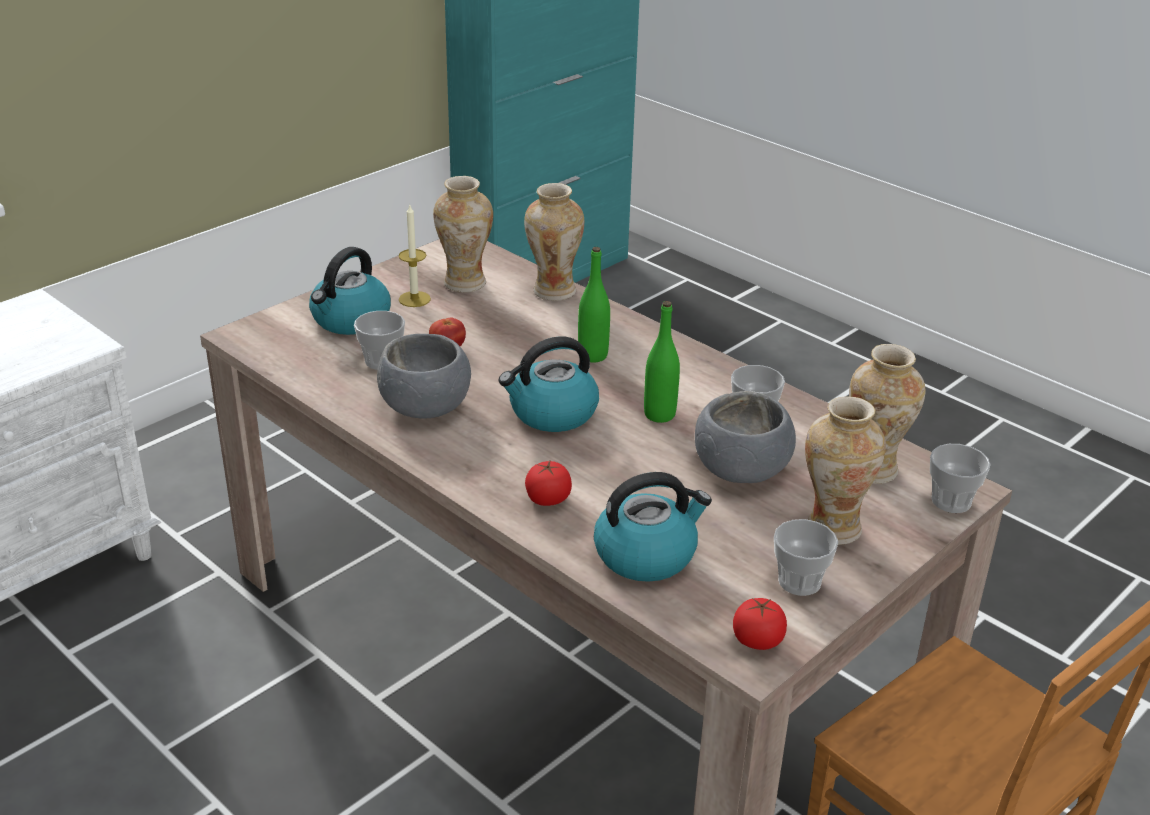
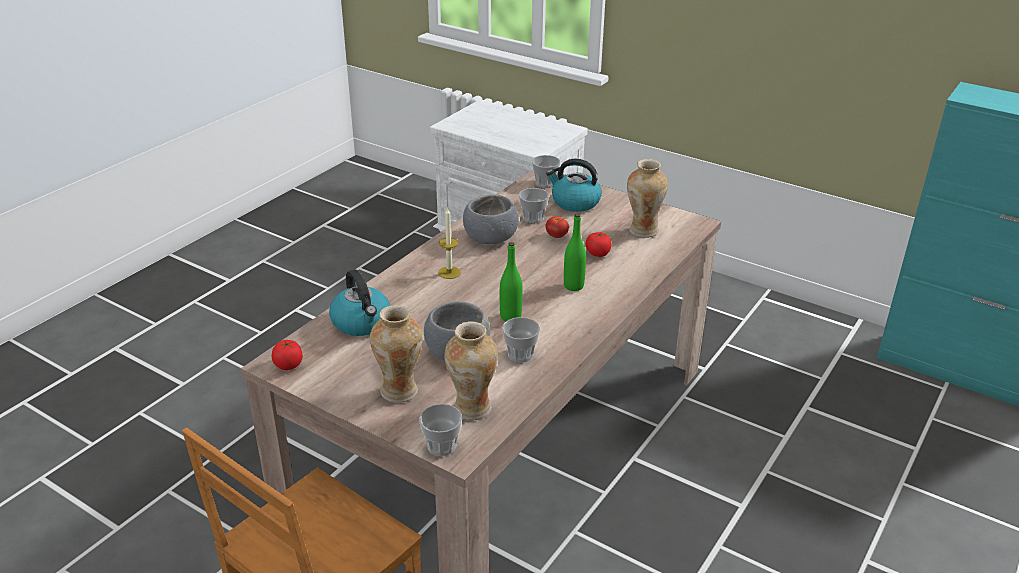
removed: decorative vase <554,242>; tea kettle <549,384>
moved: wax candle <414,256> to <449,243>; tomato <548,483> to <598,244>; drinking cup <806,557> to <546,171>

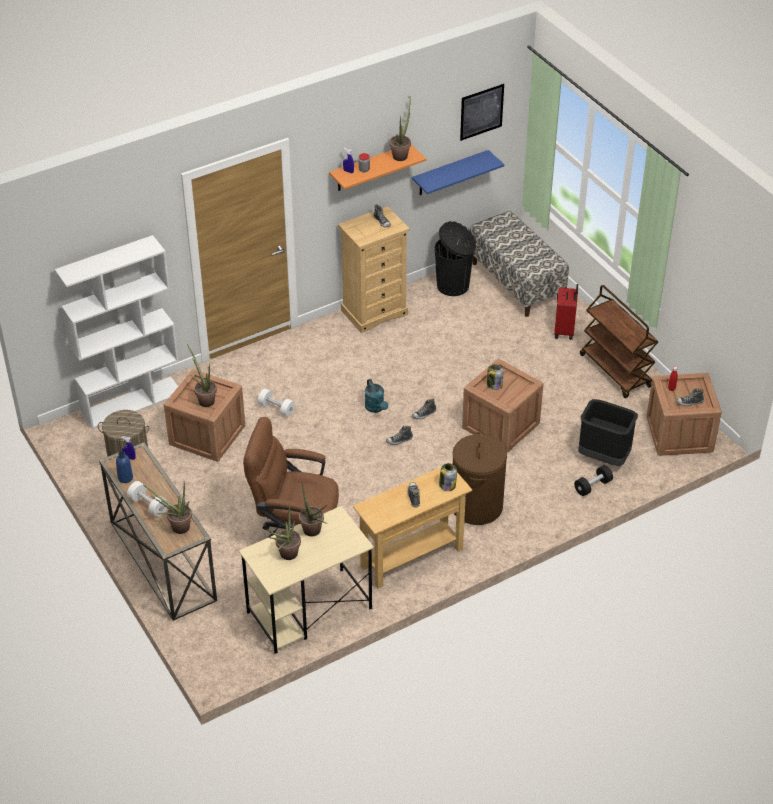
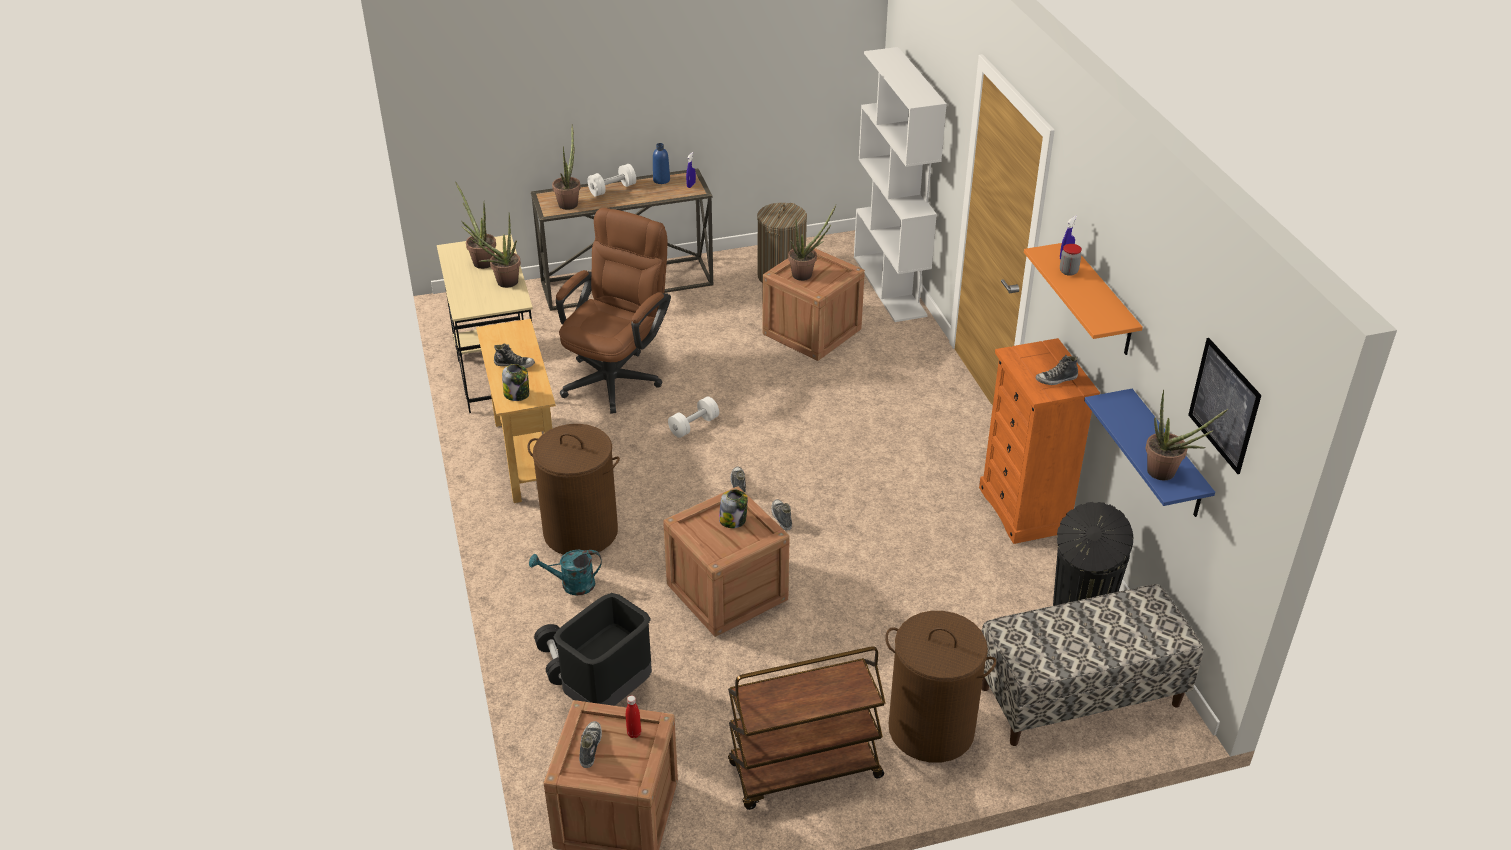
moved: houseplant <400,129> to <1187,435>; turquoise watering pot <376,396> to <565,573>; whitish dumbbell <276,403> to <693,417>
replaced: reddish travel case <566,312> to brown-coloured laundry basket <940,687>
recoloured: beige drawer chest <374,269> to orange-coloured drawer chest <1039,441>

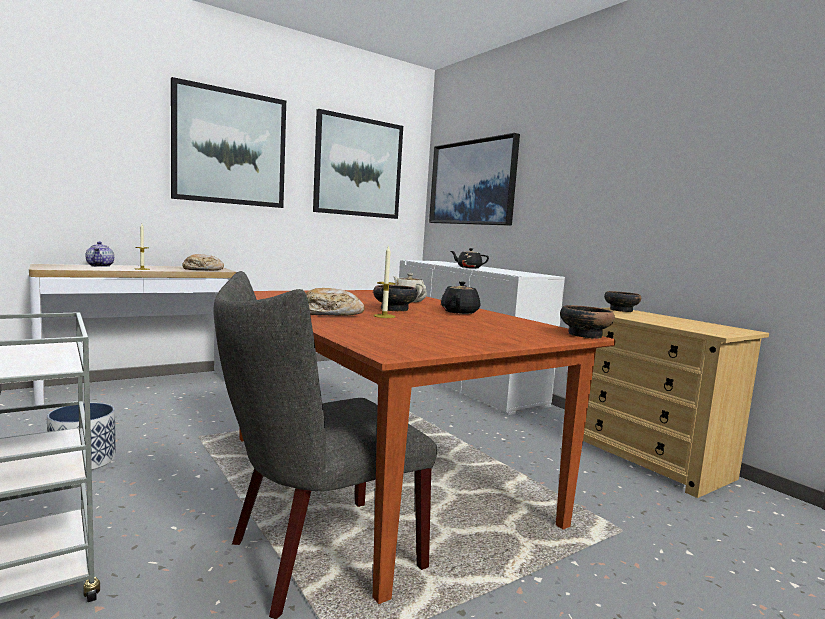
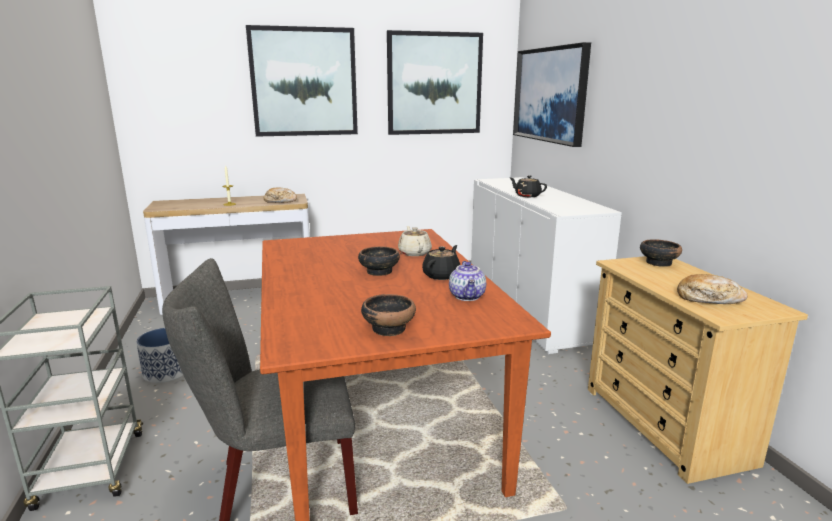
removed: wax candle <385,281>
moved: pot for tea <100,254> to <467,281>; bakery bread <335,302> to <712,289>; bowl <587,322> to <388,315>

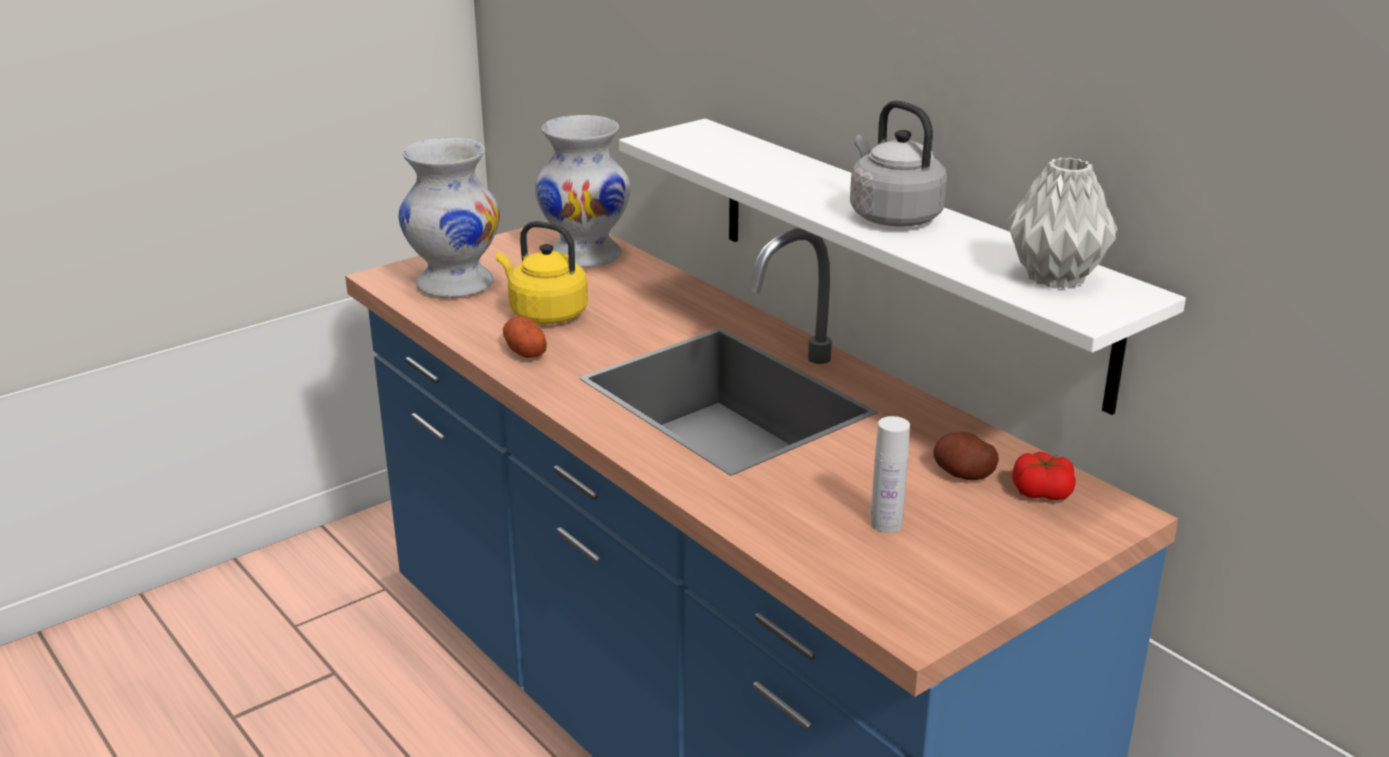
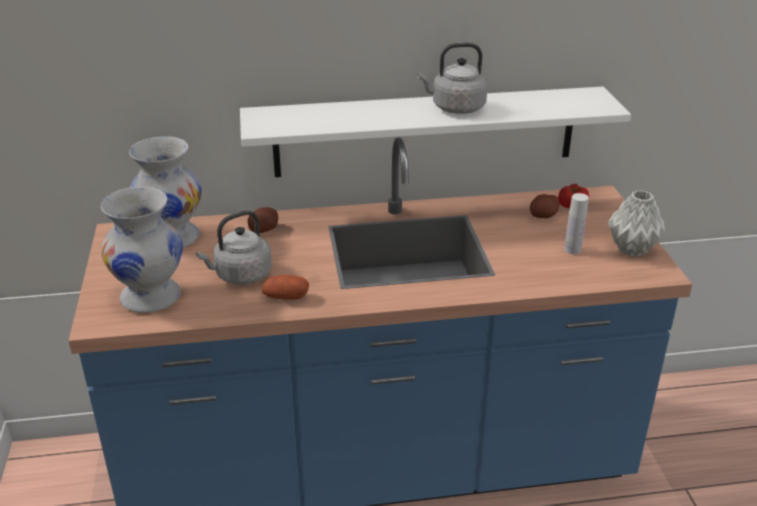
added: spud <263,220>
moved: greyish decorative vase <1062,223> to <636,223>
recoloured: yellow tea kettle <542,272> to greyish tea kettle <234,247>

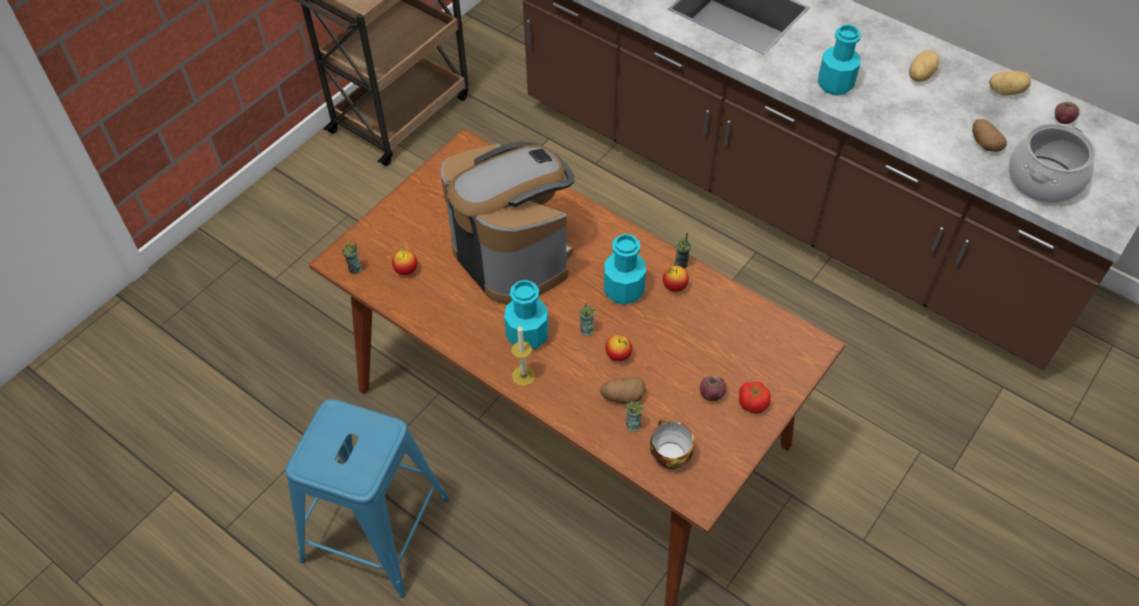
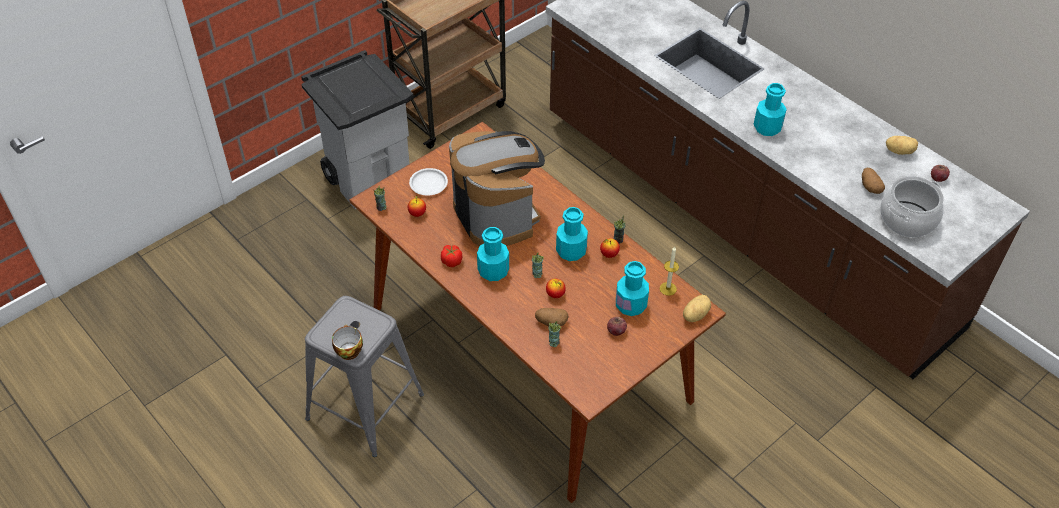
added: greyish waste bin <357,129>; whitish dinner plate <428,181>; turquoise drink bottle <632,288>
moved: spud <924,66> to <697,308>; wax candle <523,356> to <669,271>; tomato <755,397> to <451,256>; drinking cup <672,444> to <347,342>
recoloured: blue-coloured sitting stool <367,498> to greyish sitting stool <364,376>

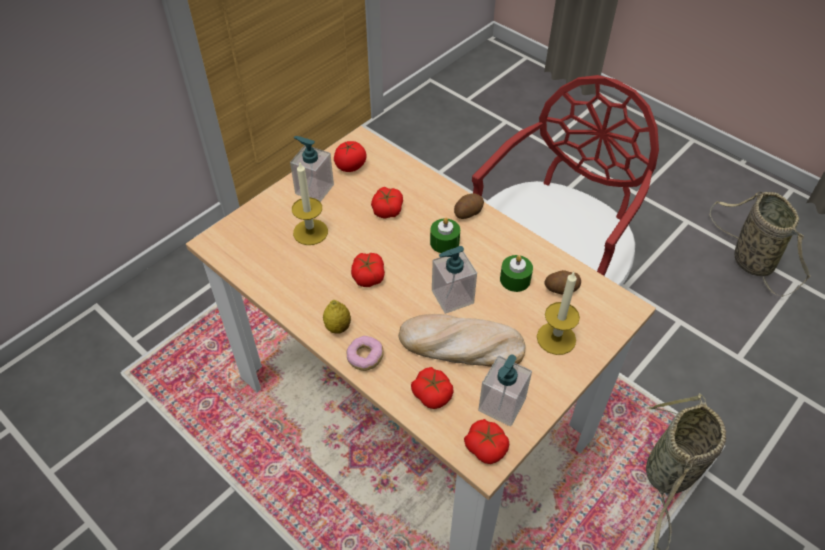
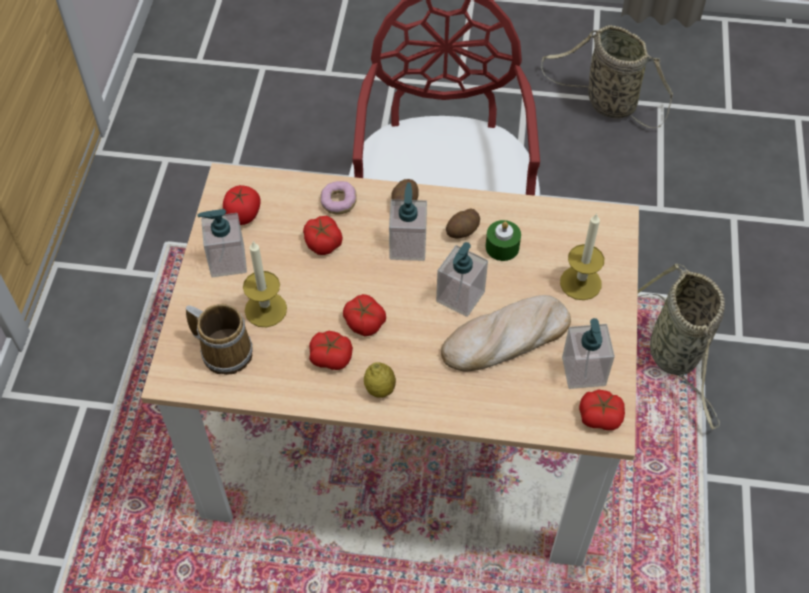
added: mug <219,339>
moved: spud <562,282> to <463,223>; donut <365,353> to <339,198>; tomato <432,388> to <331,350>
replaced: green-coloured wax candle <445,235> to soap dispenser <408,222>

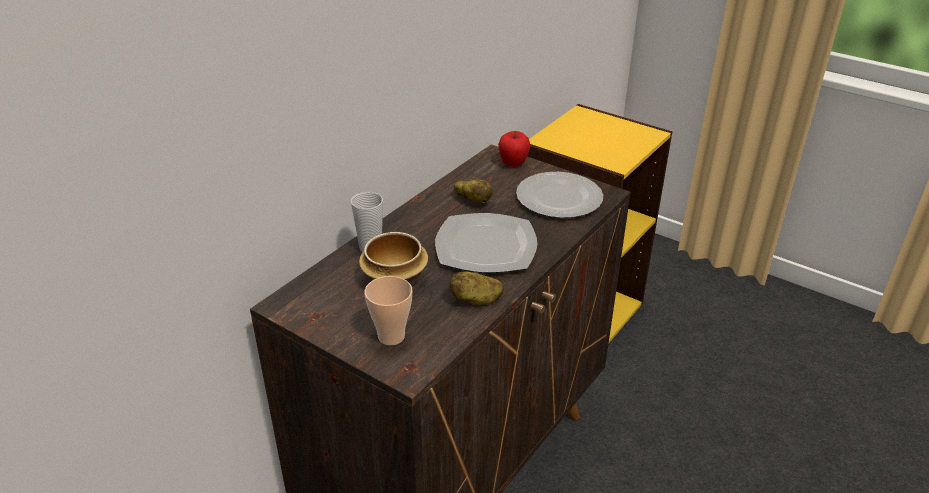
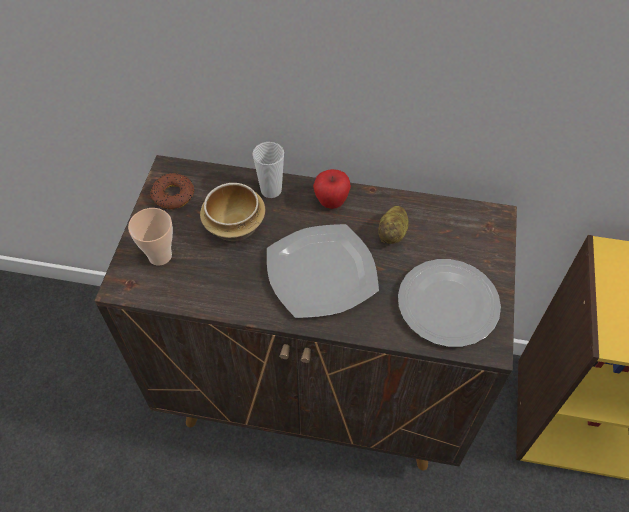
removed: spud <476,288>
added: donut <172,191>
moved: apple fruit <514,149> to <332,189>

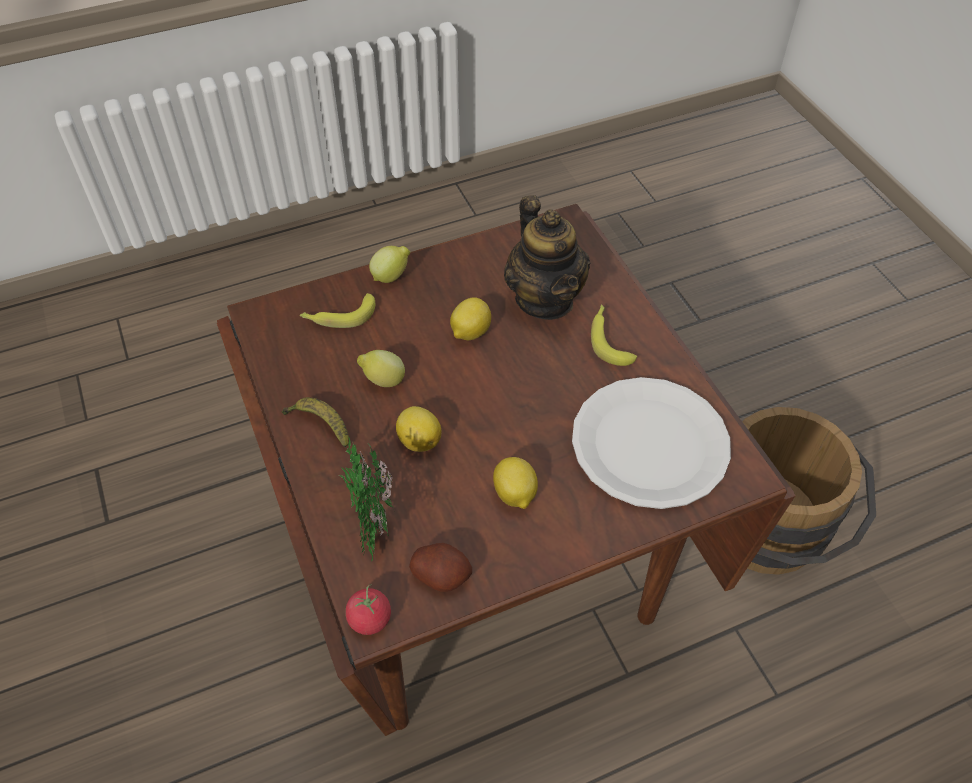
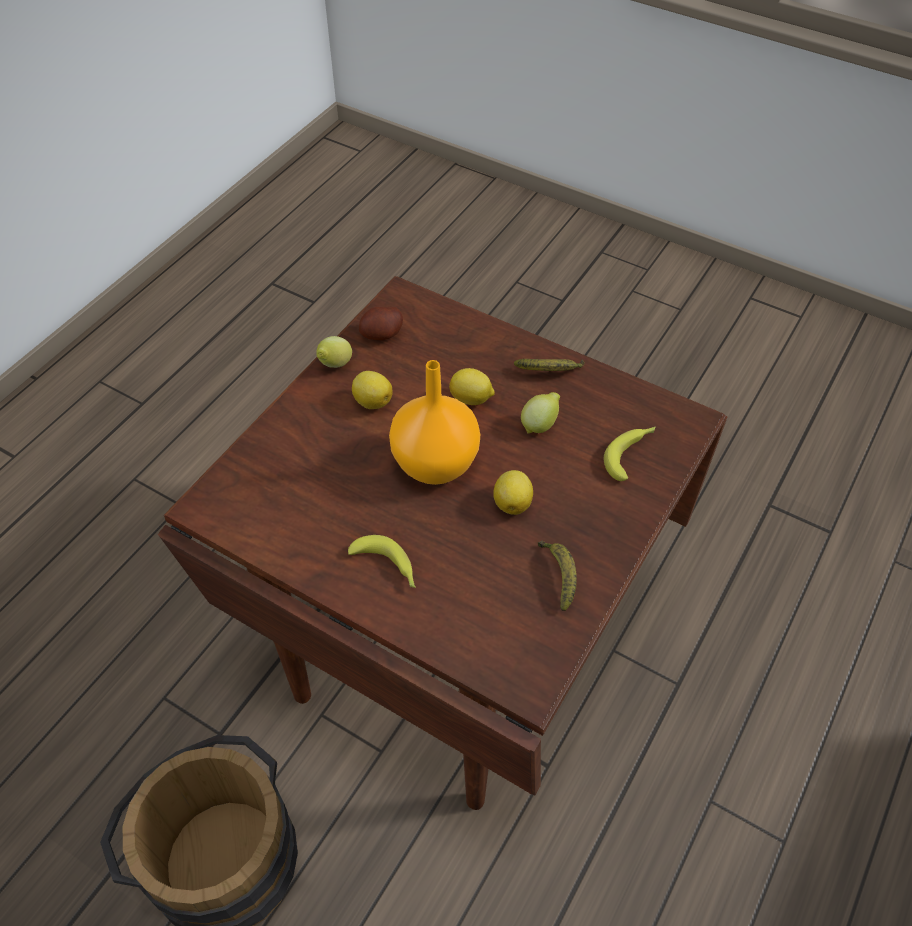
removed: pot for tea <547,257>; whitish dinner plate <651,443>; houseplant <367,499>; tomato <368,609>
added: orange-coloured decorative vase <434,422>; banana fruit <557,575>
moved: lemon <389,264> to <334,352>

